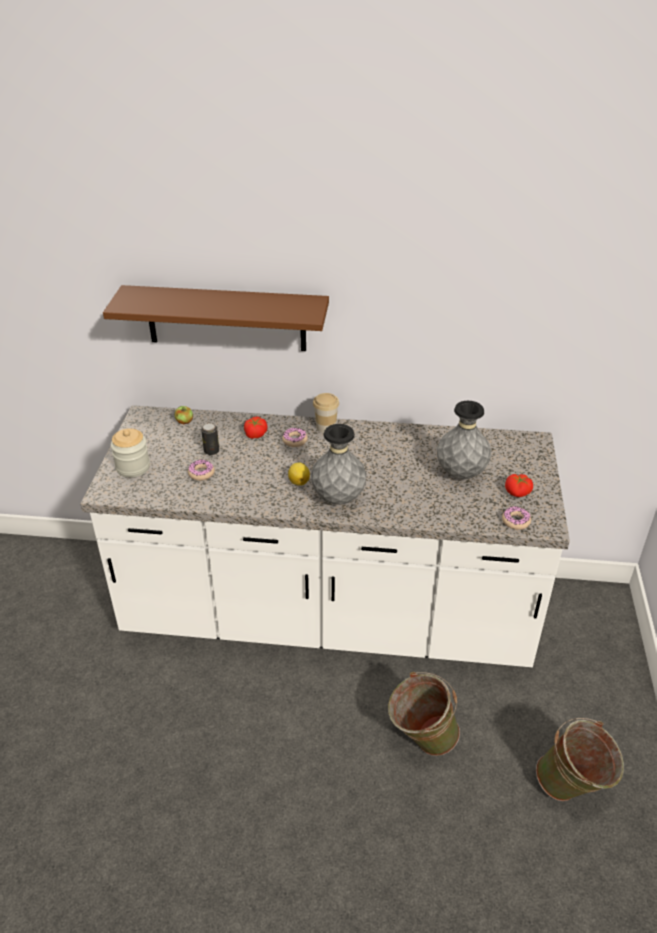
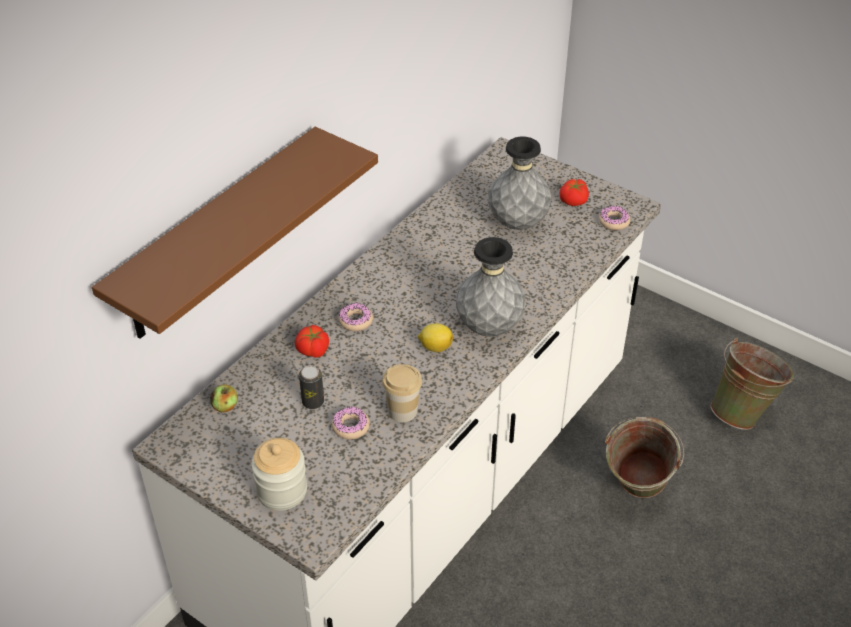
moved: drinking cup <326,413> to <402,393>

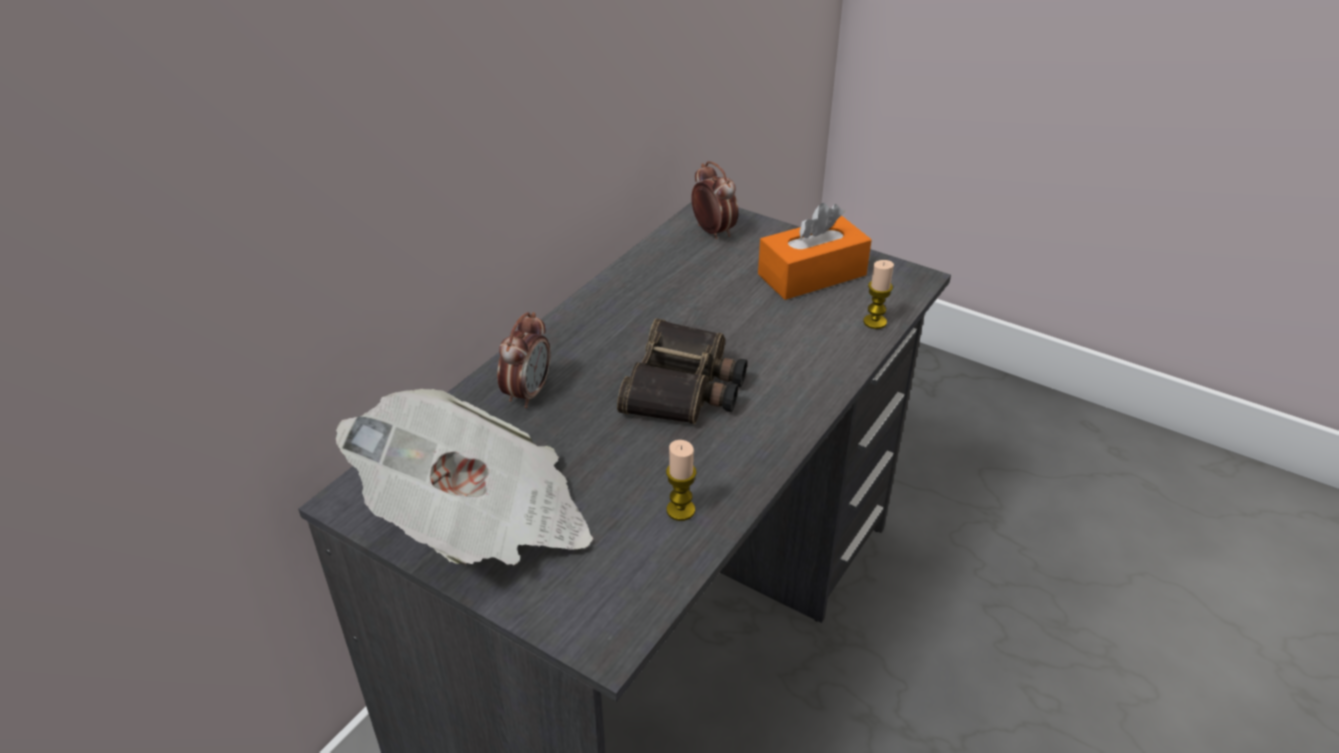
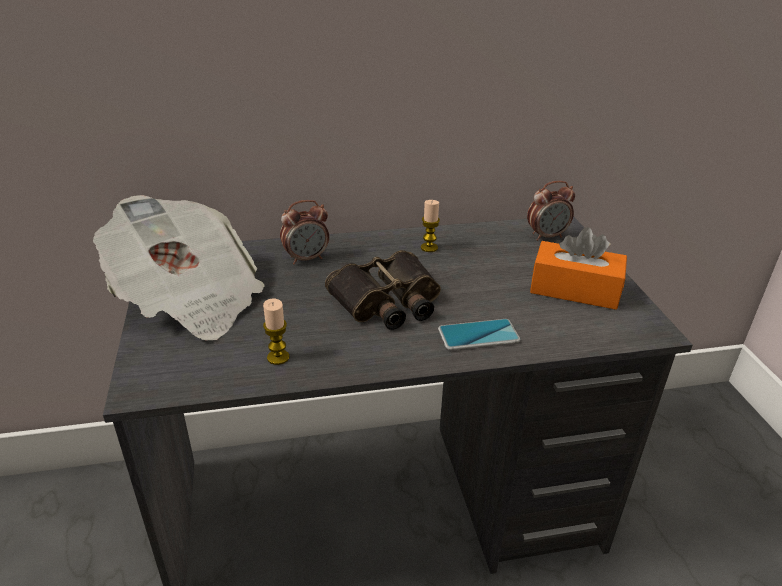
added: handset <479,334>
moved: wax candle <878,294> to <430,226>
turned: table clock <714,200> = <551,211> 60 degrees clockwise

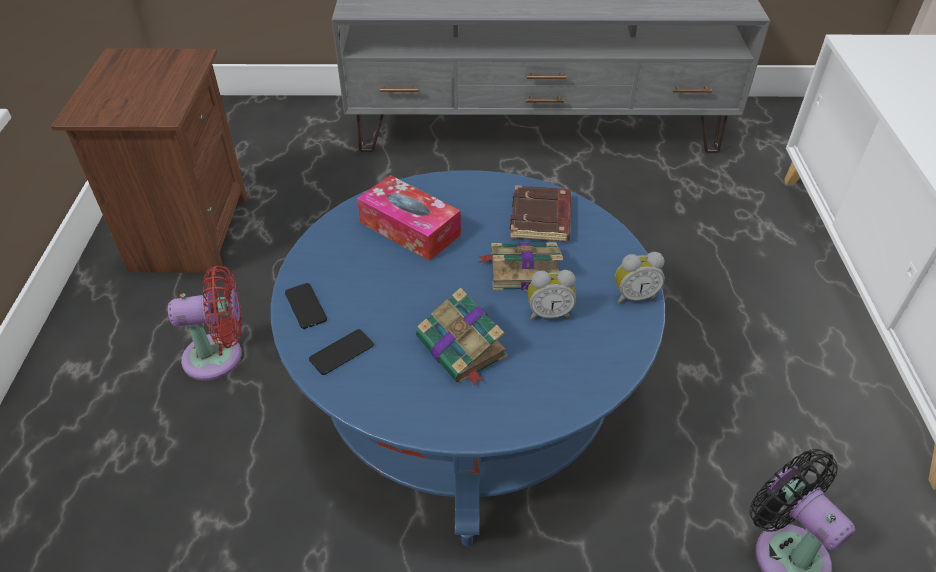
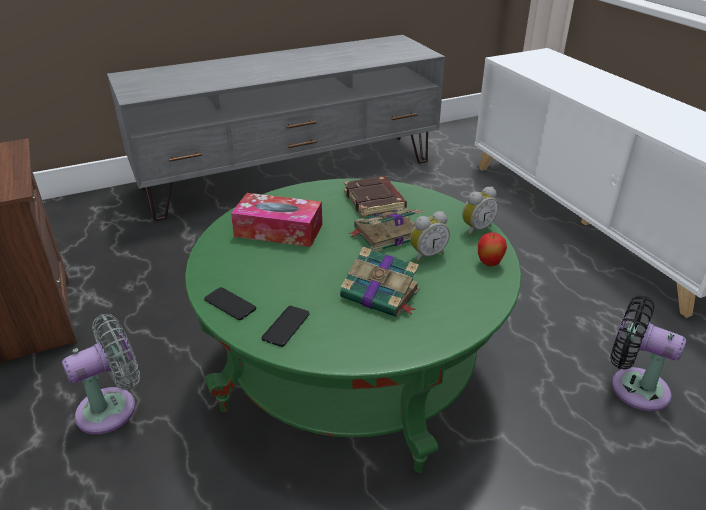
added: apple fruit <492,249>
recoloured: blue-coloured coffee table <468,358> to green-coloured coffee table <353,325>; reddish cooling fan <205,323> to greyish cooling fan <101,374>

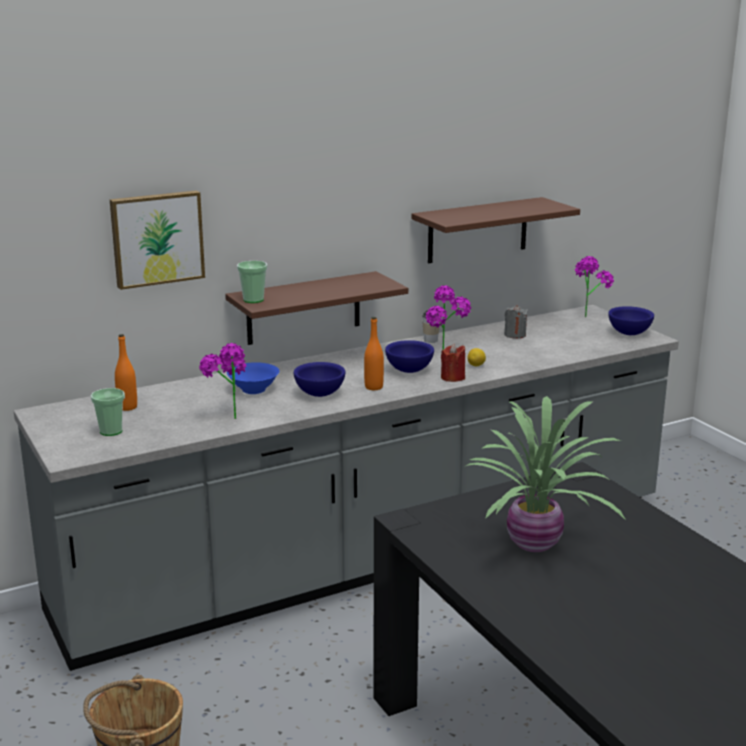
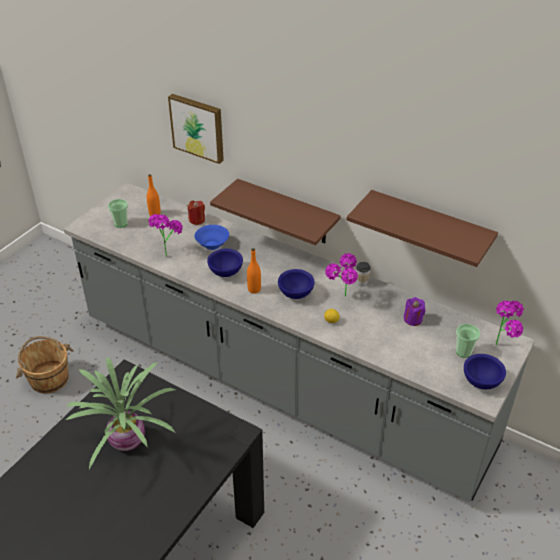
moved: drinking cup <252,282> to <468,341>; reddish wax candle <453,363> to <196,213>
recoloured: greyish wax candle <516,322> to purplish wax candle <414,311>

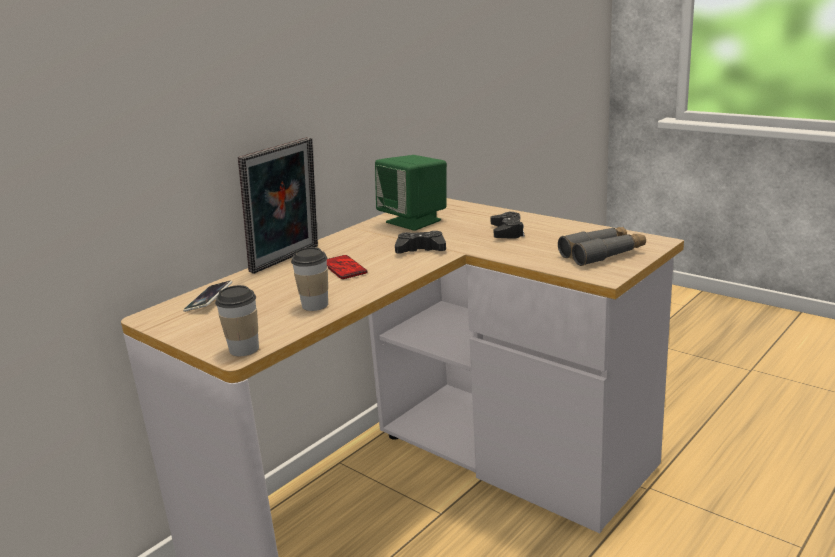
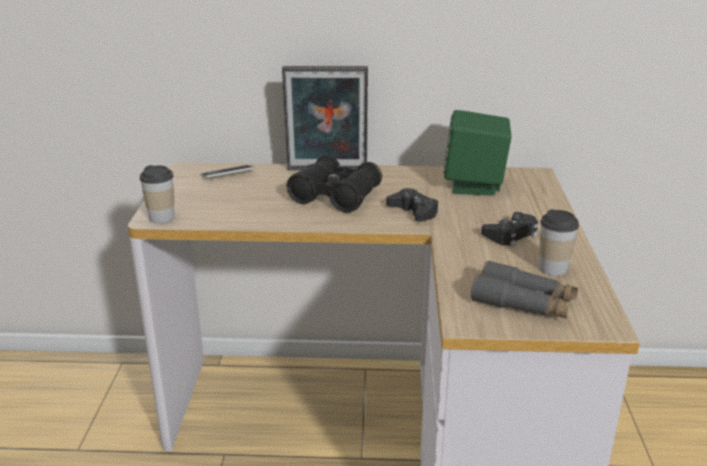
moved: drinking cup <309,279> to <559,242>
replaced: handset <347,267> to black pair of binoculars <334,184>

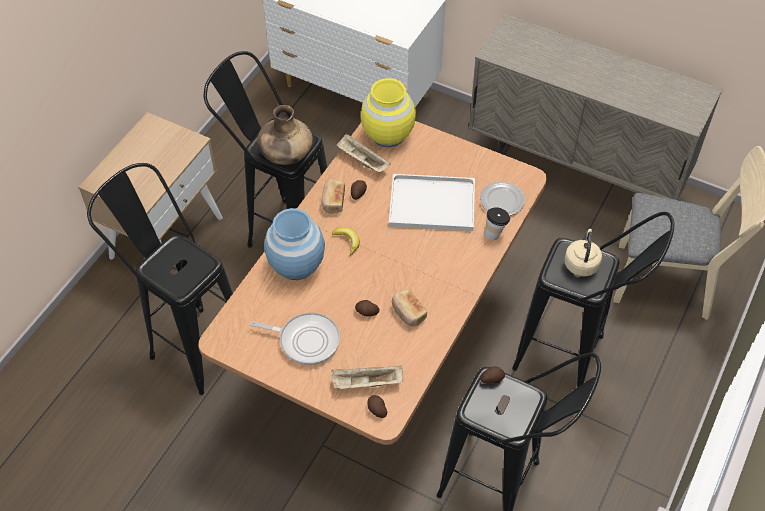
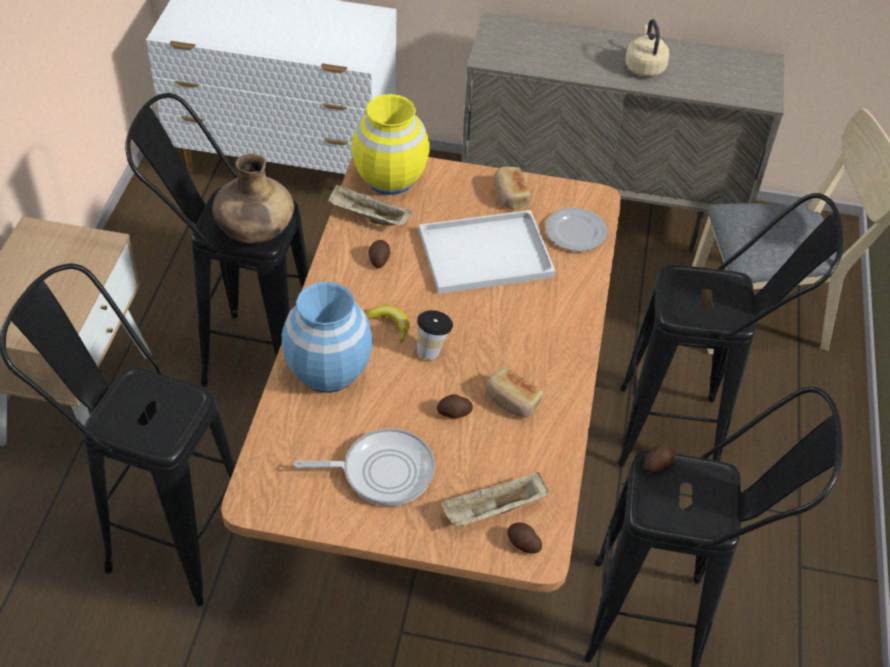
moved: bakery bread <333,197> to <512,188>; drinking cup <497,223> to <435,335>; beige tea kettle <583,253> to <647,48>

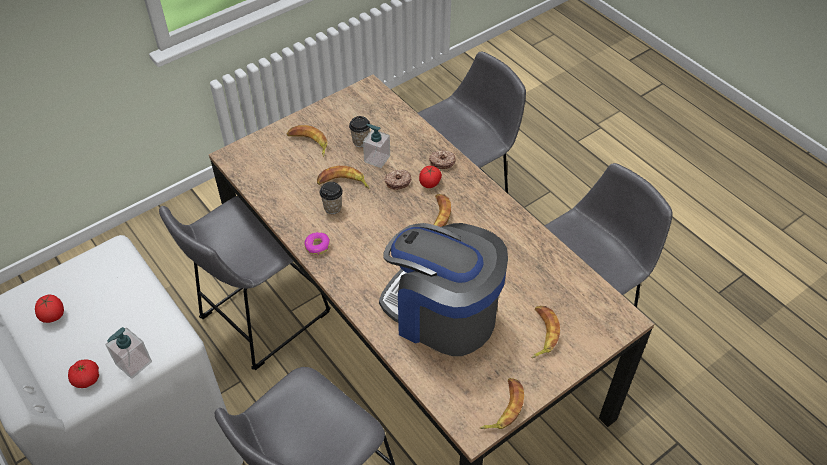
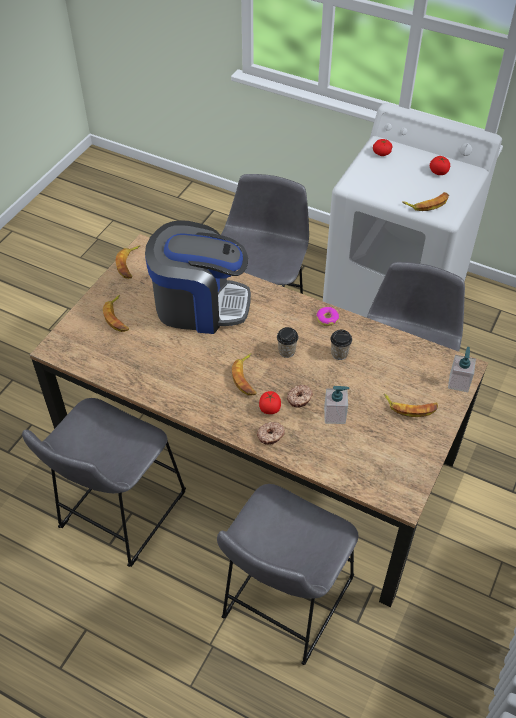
moved: drinking cup <359,131> to <287,342>; banana fruit <343,177> to <425,201>; soap dispenser <128,353> to <462,369>

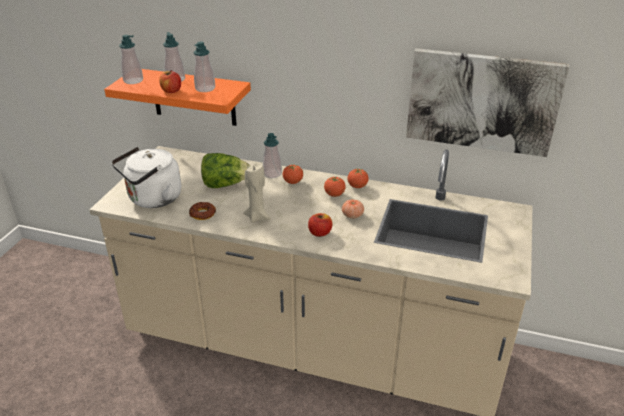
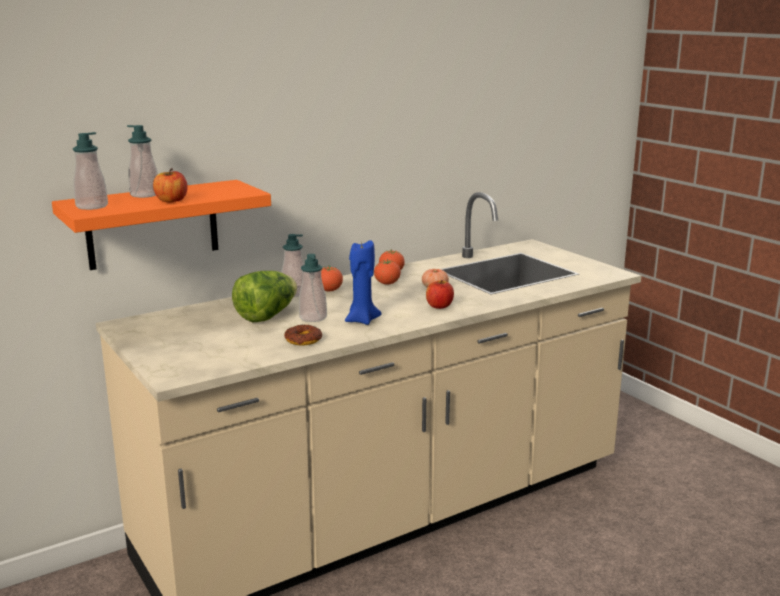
removed: picture <487,102>; whitish tea kettle <146,177>
moved: soap dispenser <204,67> to <313,288>
recoloured: beige wax candle <256,193> to blue-coloured wax candle <363,282>

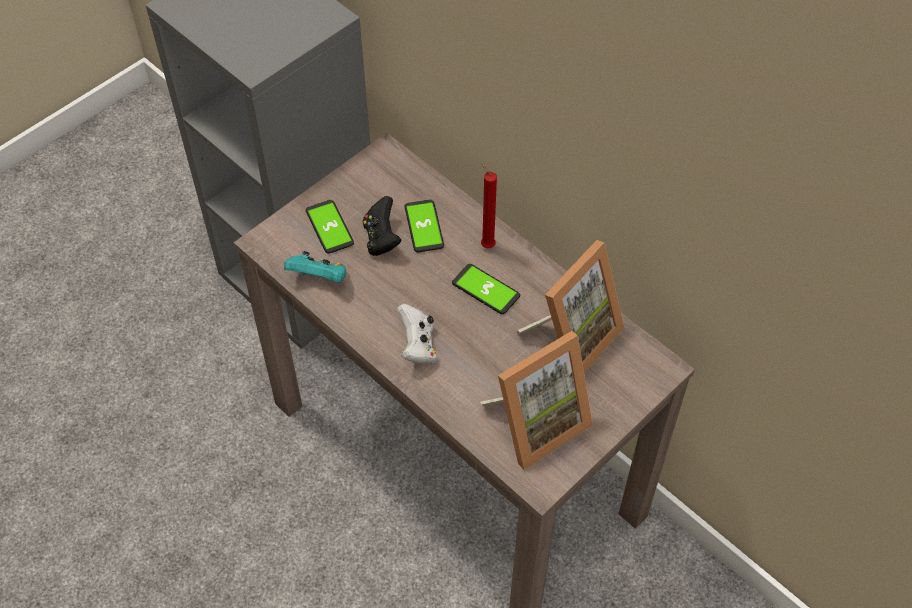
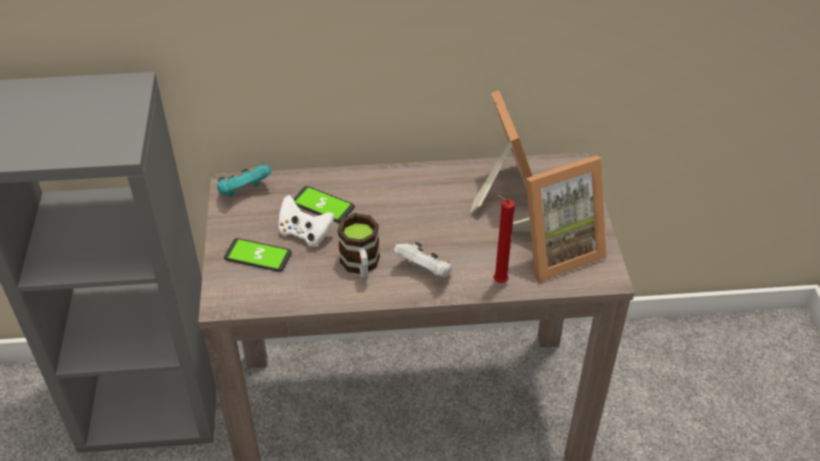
removed: handset <486,289>
added: mug <358,246>
moved: reddish wax candle <488,204> to <504,239>; turquoise game controller <315,266> to <244,181>
recoloured: black game controller <382,226> to whitish game controller <307,221>
turned: standing frame <536,400> = <559,218> 60 degrees clockwise

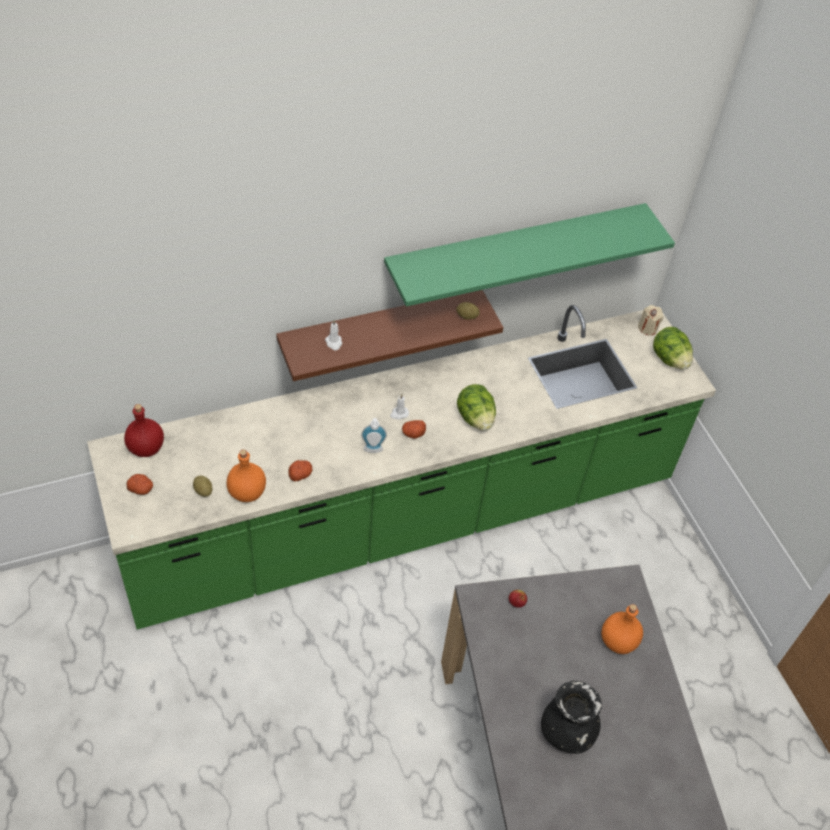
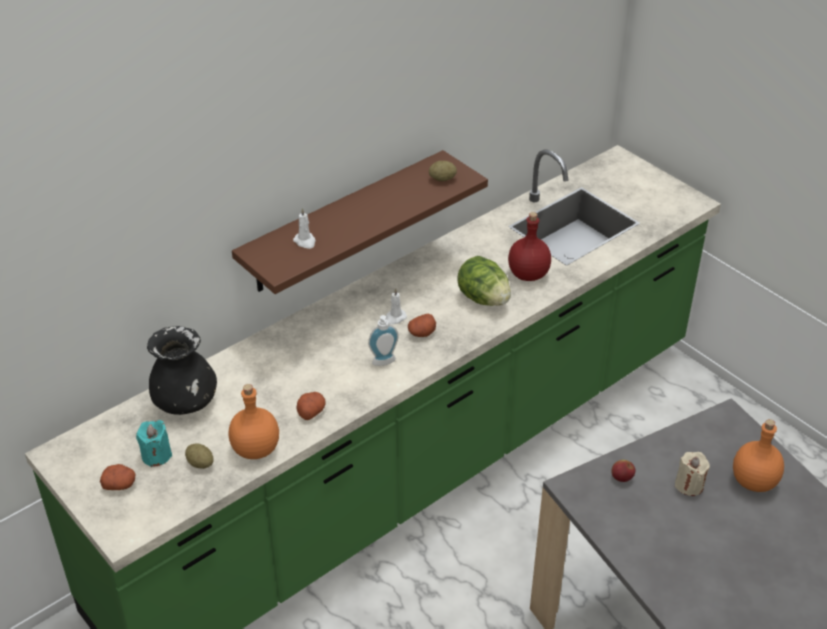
removed: green-coloured bracket shelf <529,255>; lettuce <673,348>
added: turquoise wax candle <154,443>
moved: beige wax candle <650,320> to <692,474>; reddish drink bottle <144,430> to <529,246>; black decorative vase <571,717> to <182,370>

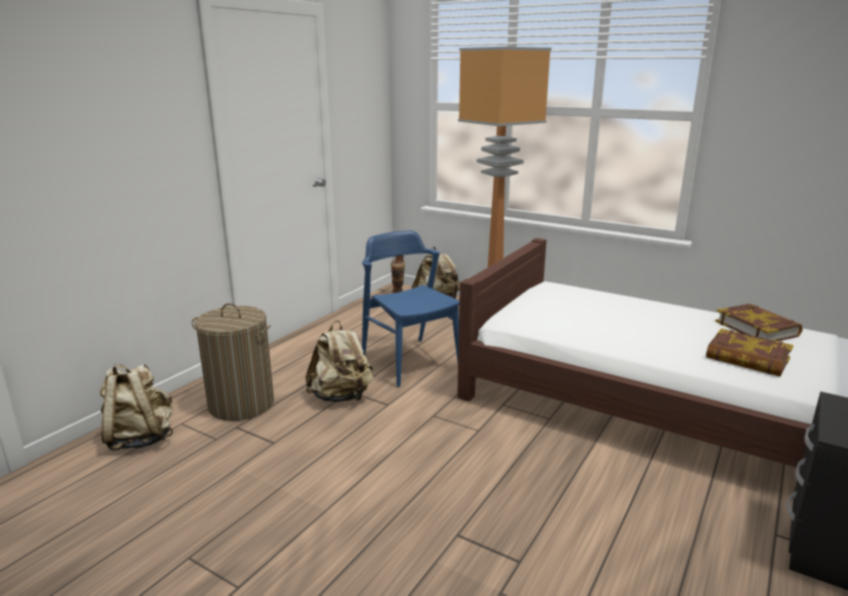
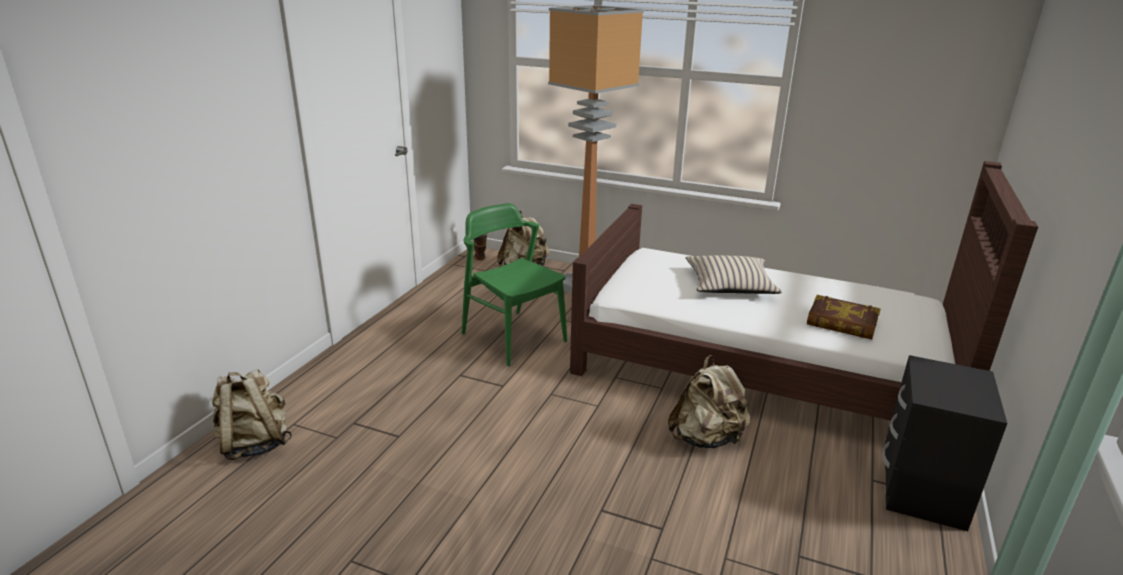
removed: laundry basket <233,362>; book <759,322>
added: beige throw pillow <733,274>
moved: beige backpack <339,361> to <709,401>
recoloured: blue-coloured chair <411,308> to green-coloured chair <514,284>

